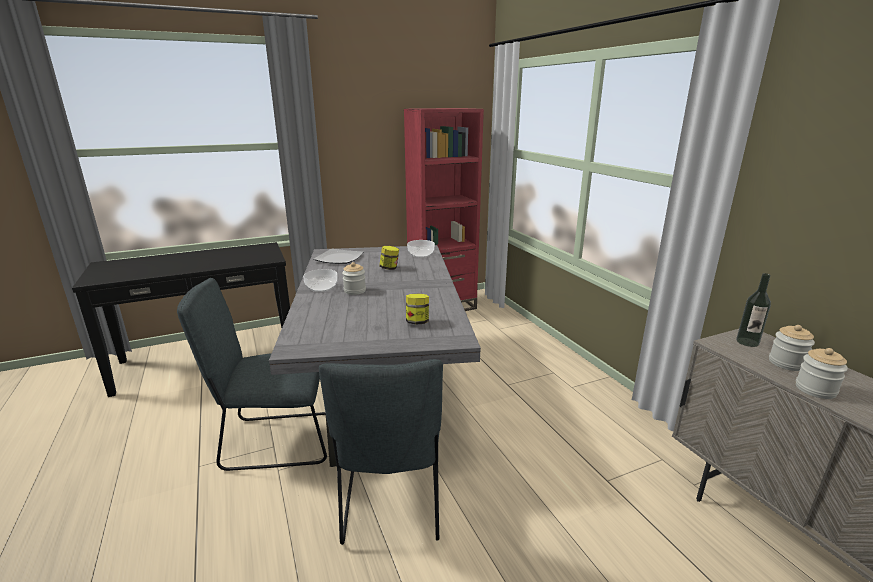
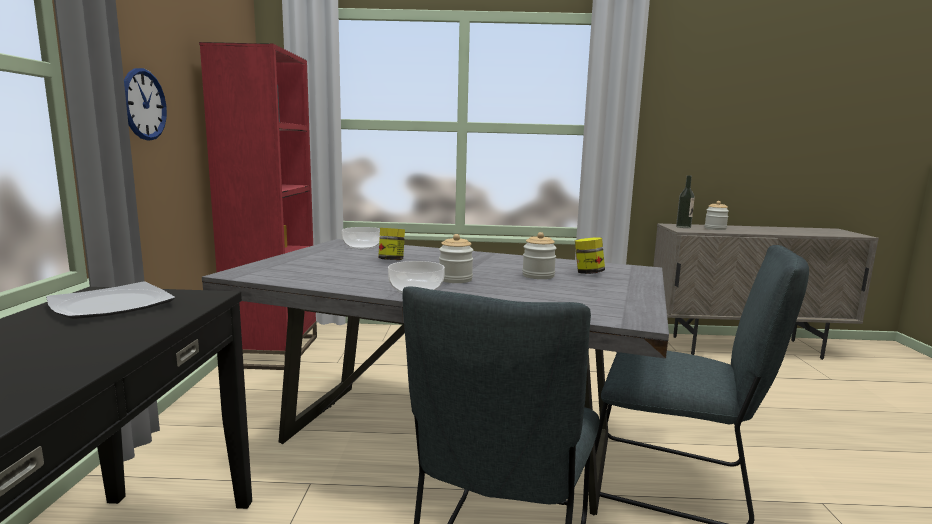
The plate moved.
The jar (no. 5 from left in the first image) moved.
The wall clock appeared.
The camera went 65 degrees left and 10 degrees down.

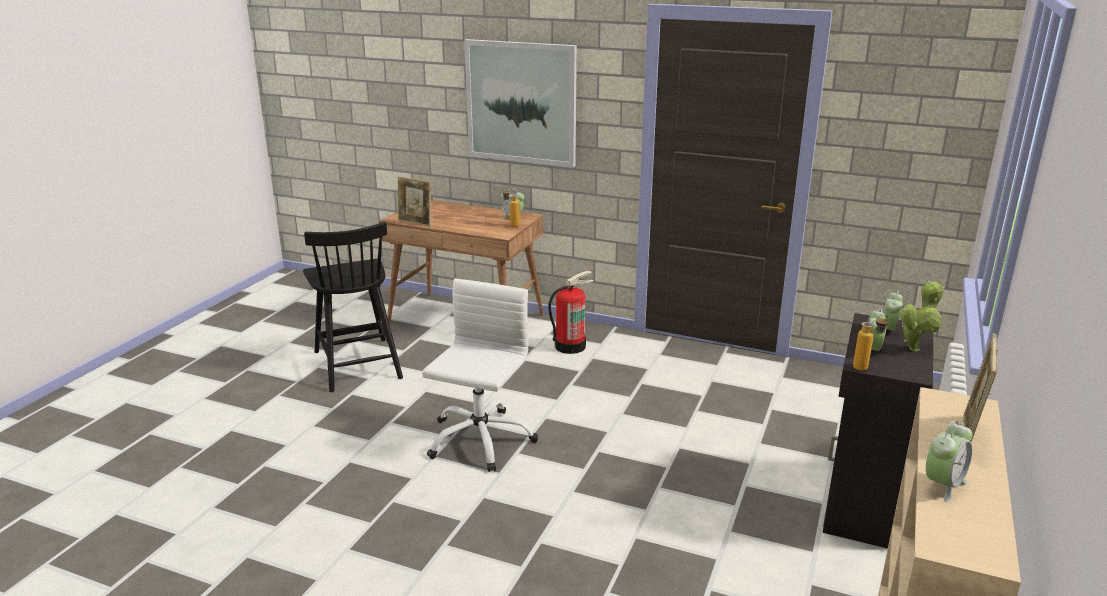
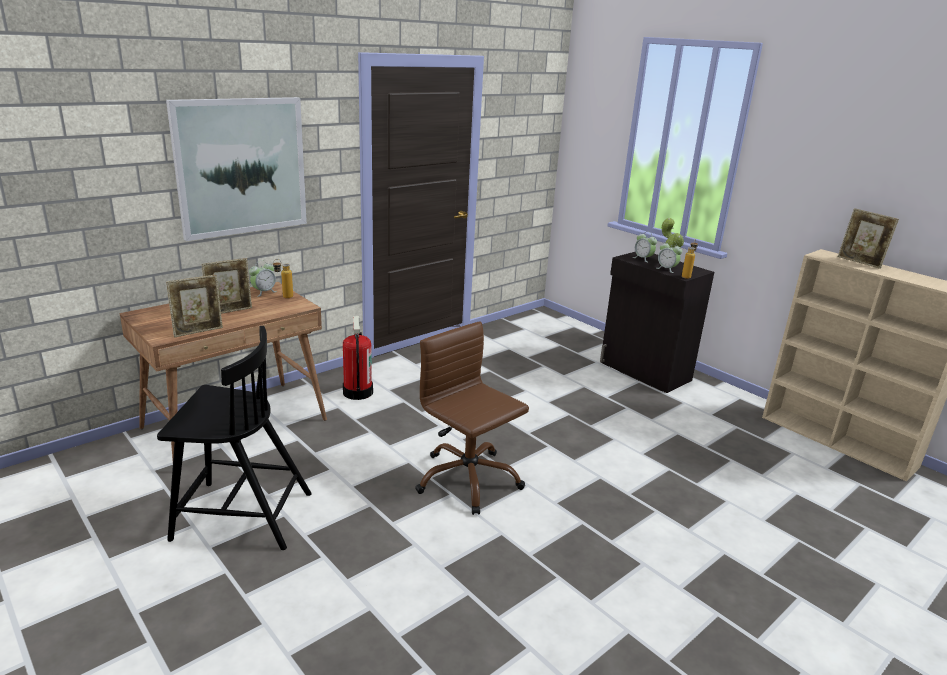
The white office chair became the brown office chair.
The alarm clock (no. 4 from left) disappeared.
The picture frame (no. 2 from left) appeared.
The camera went 65 degrees left and 0 degrees up.

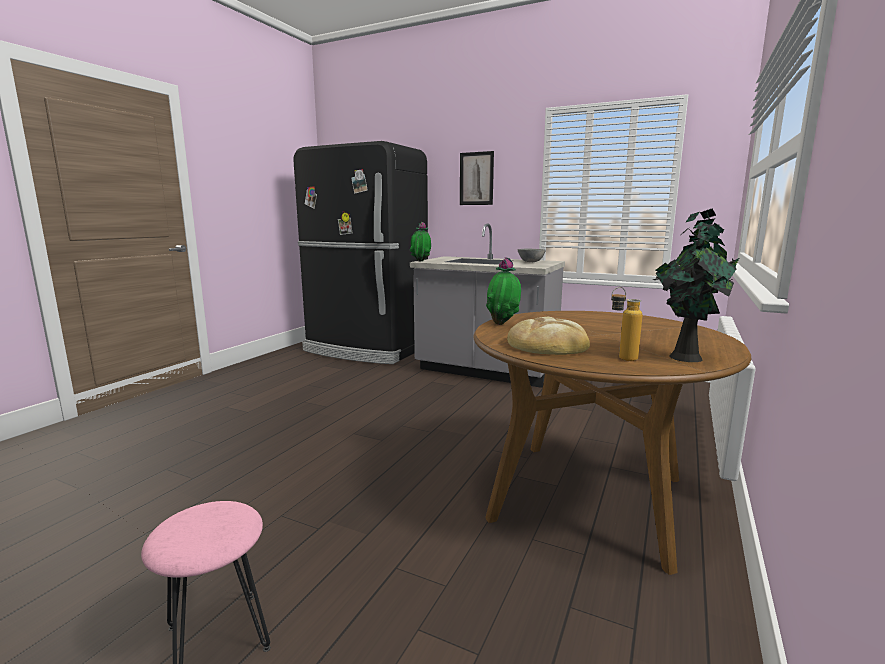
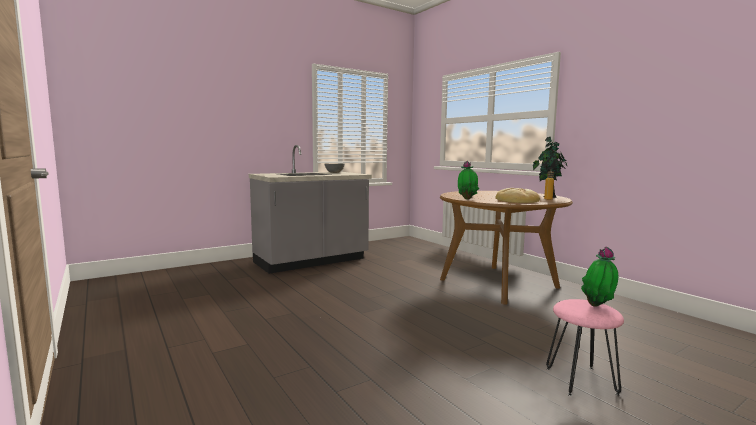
The black fridge disappeared.
The potted plant (no. 1 from left in the first image) moved.
The picture disappeared.
The camera went 60 degrees left and 5 degrees down.

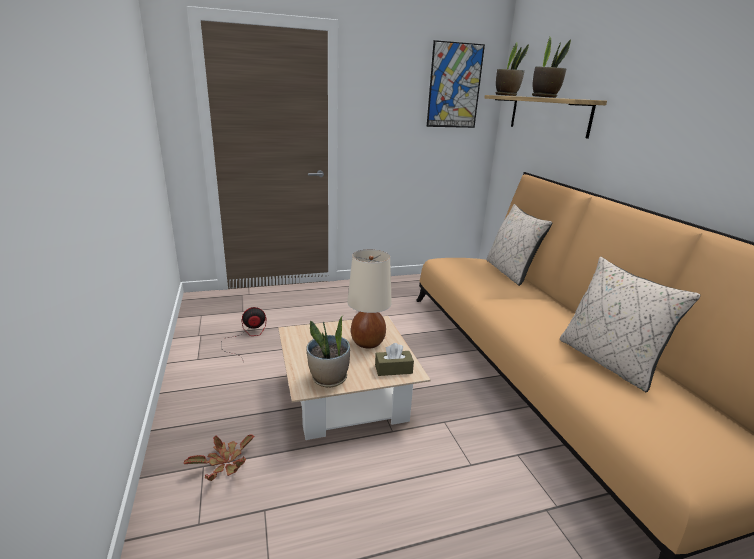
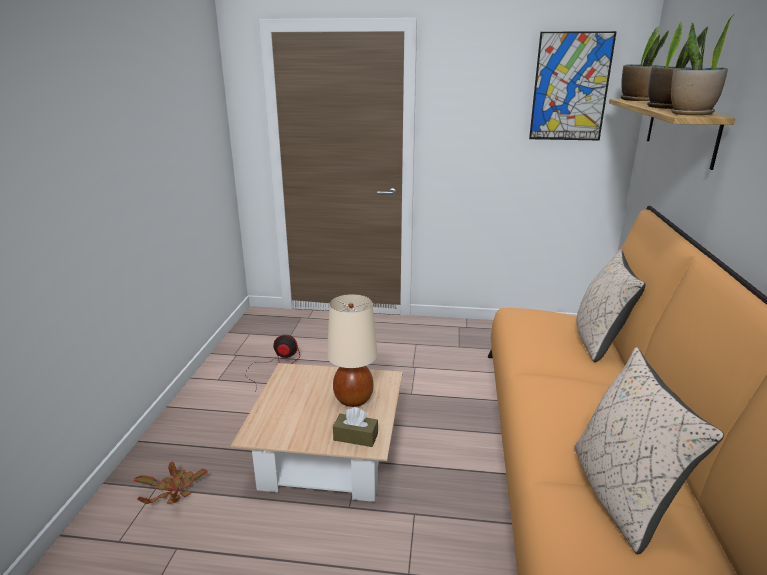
The potted plant (no. 2 from left in the first image) moved.
The camera went 25 degrees right and 0 degrees up.

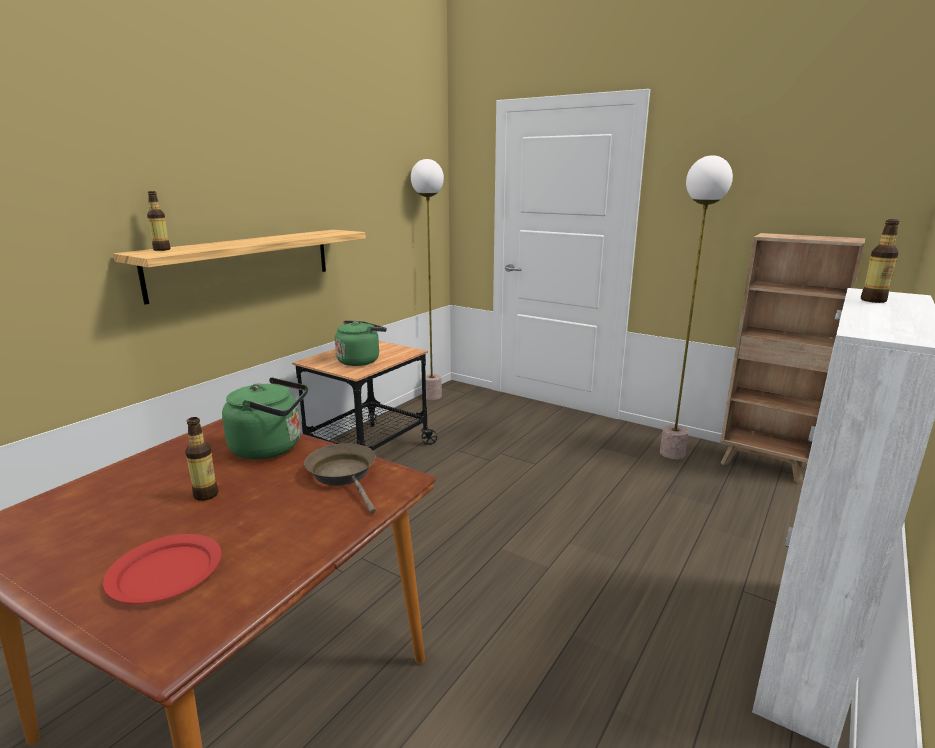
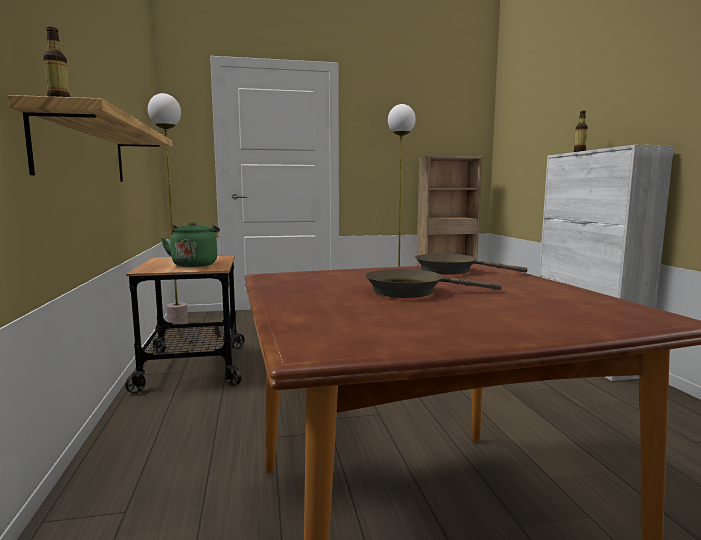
The red plate disappeared.
The bottle (no. 2 from left) was replaced by the brown frying pan (no. 1 from left).
The green kettle (no. 1 from left) disappeared.
The camera went 45 degrees left and 10 degrees down.

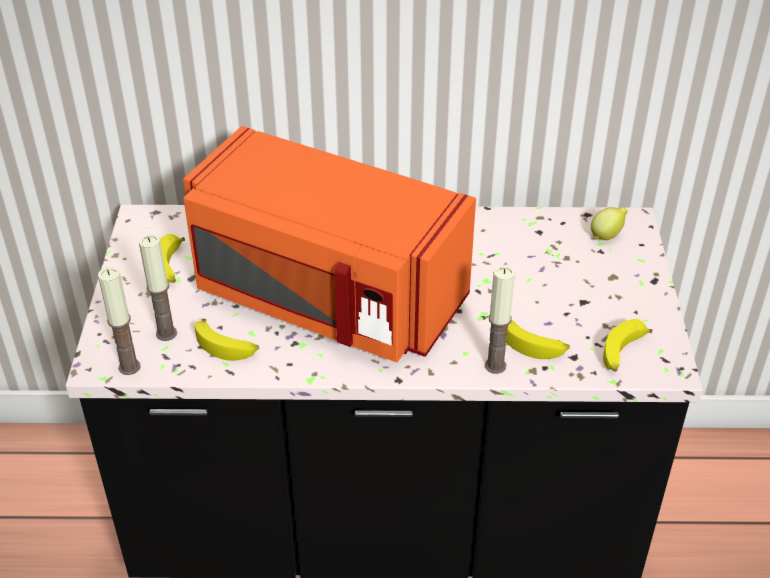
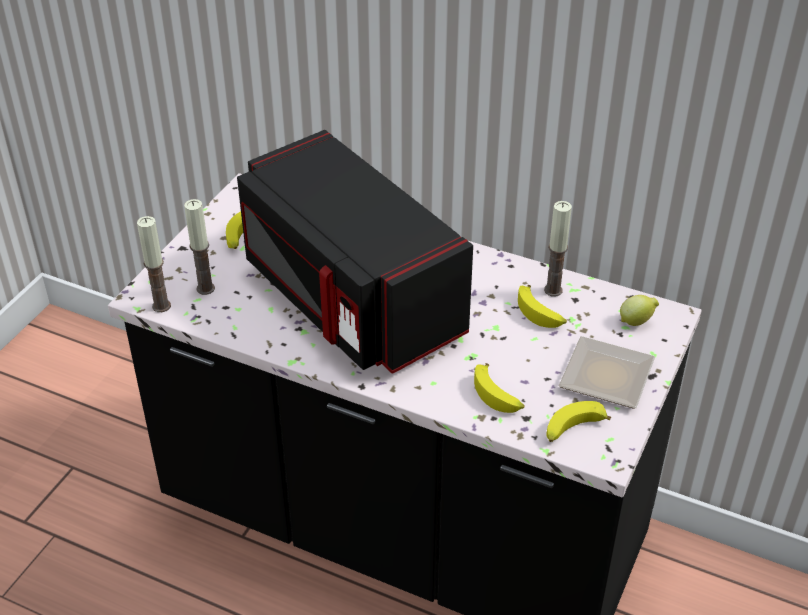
The orange microwave became the black microwave.
The banana (no. 2 from left in the first image) moved.
The candle (no. 3 from left) moved.
The plate appeared.
The camera went 25 degrees right and 0 degrees up.

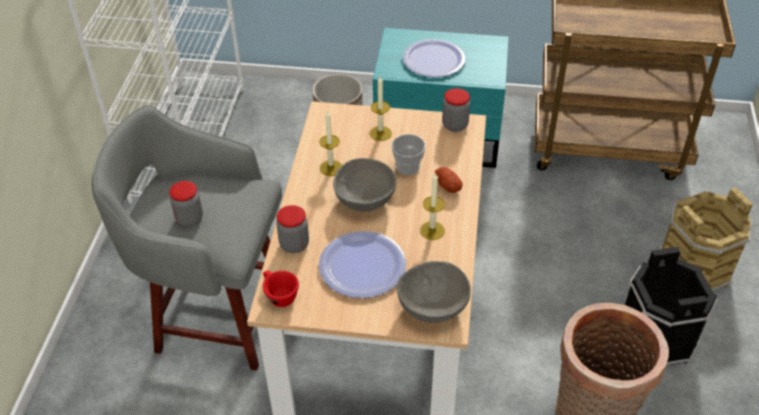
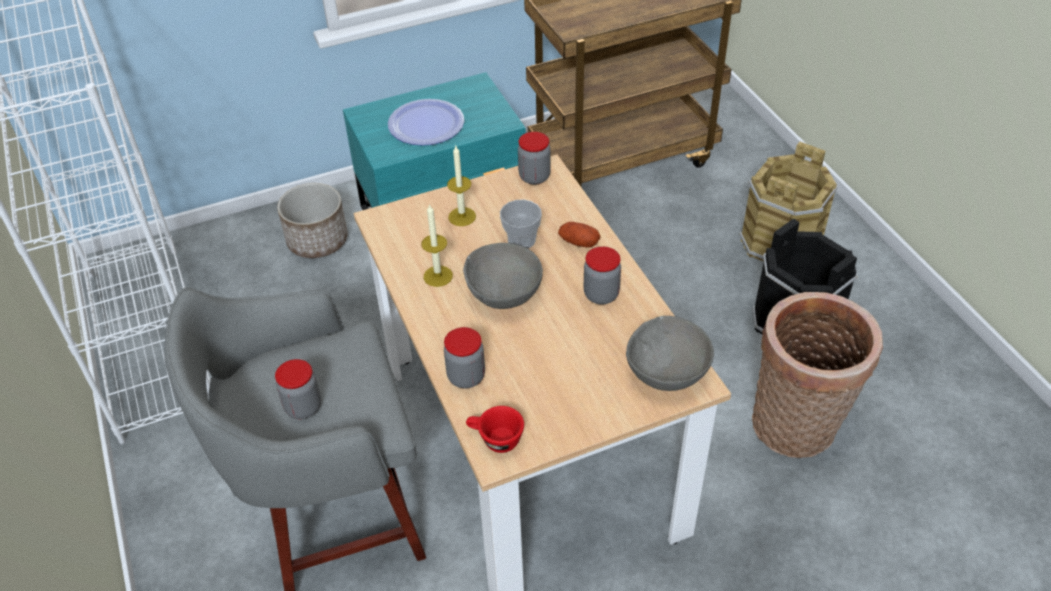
The plate (no. 1 from left) disappeared.
The candle (no. 3 from left) was replaced by the jar (no. 4 from left).
The camera went 30 degrees left and 0 degrees up.

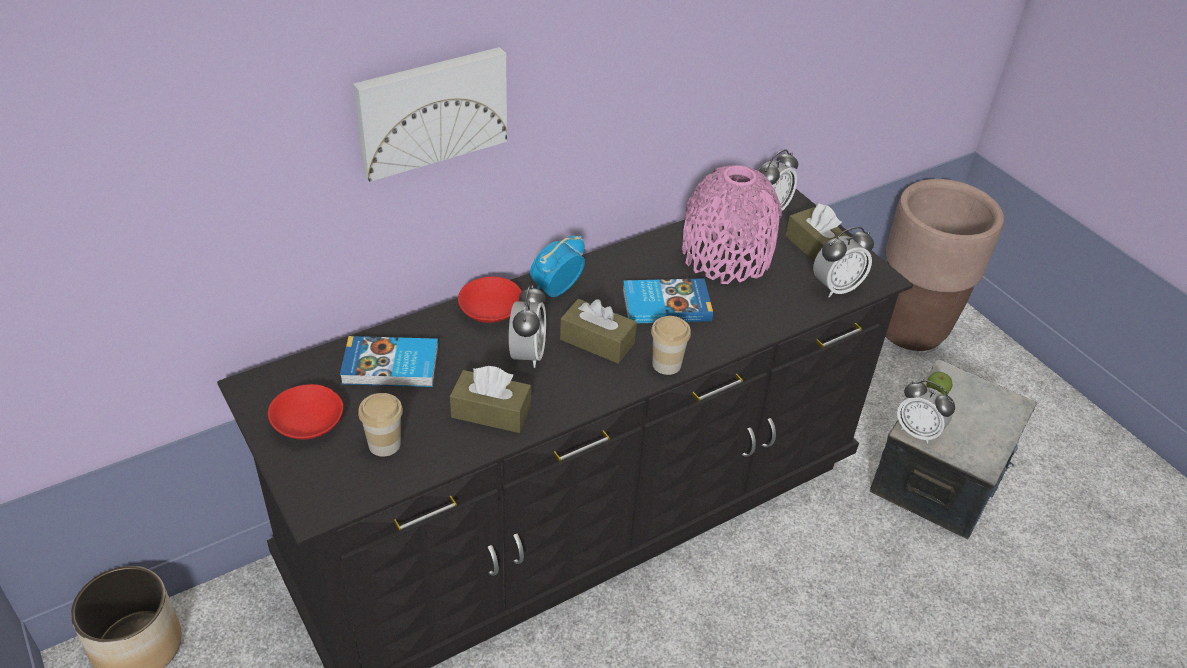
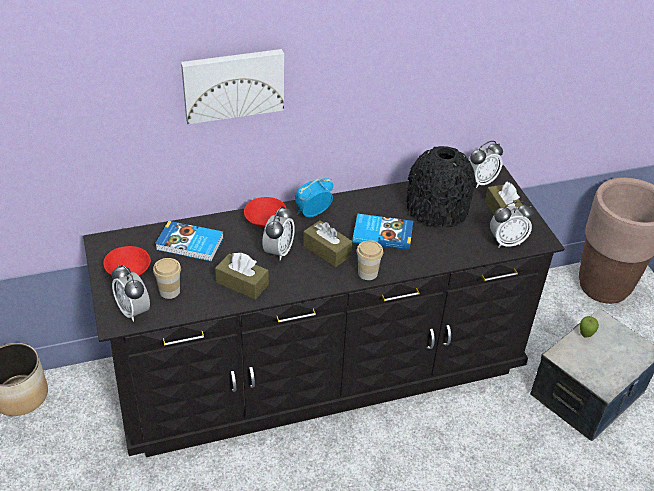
The pink vase became the black vase.
The alarm clock (no. 5 from left in the first image) moved.
The camera went 15 degrees right and 0 degrees up.

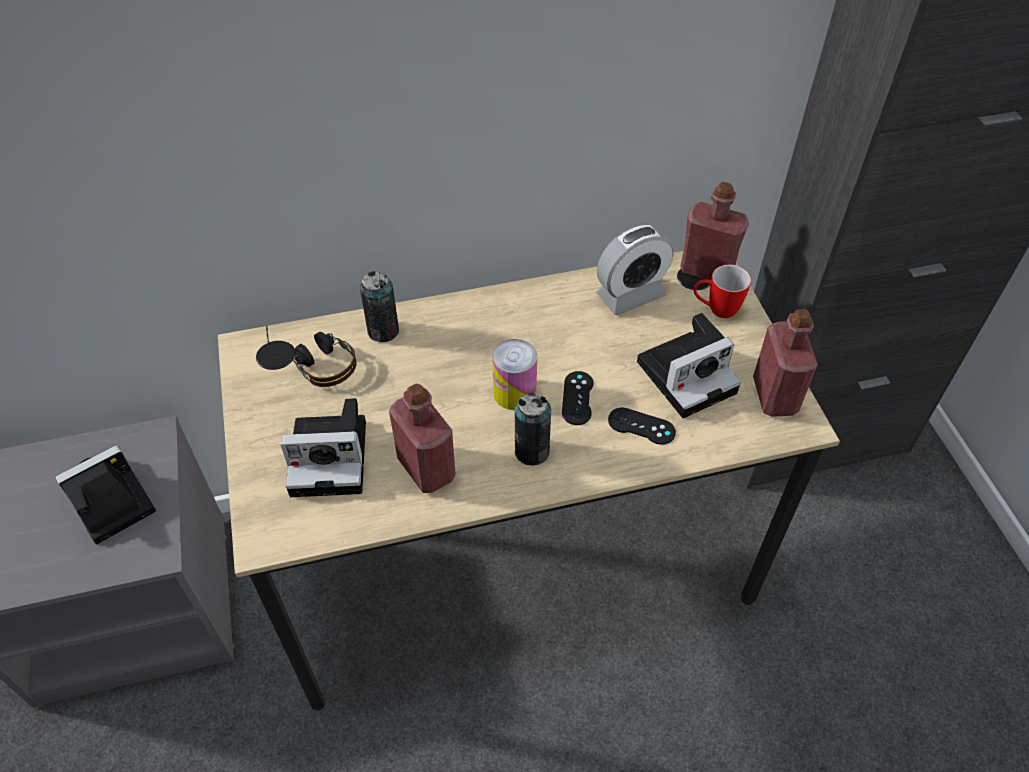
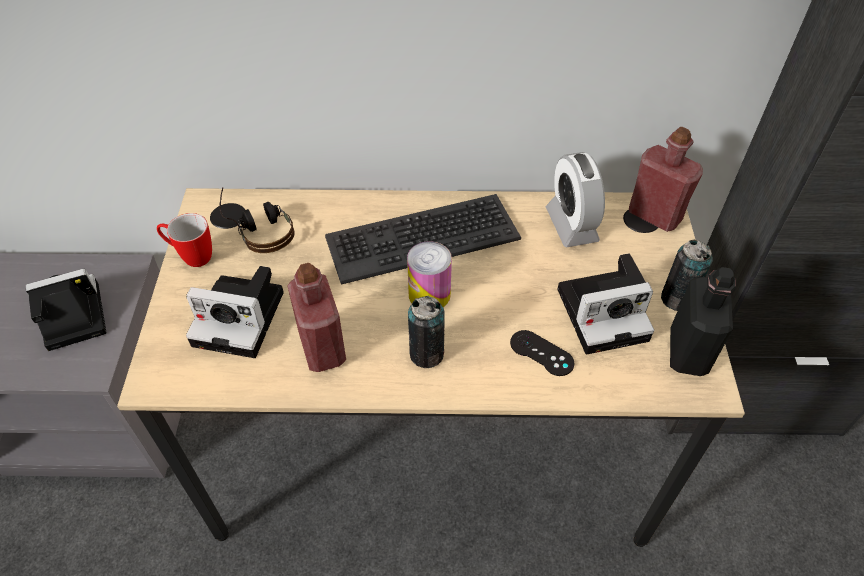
The can (no. 1 from left in the first image) moved.
The black game controller (no. 1 from left) disappeared.
The alarm clock turned 90 degrees clockwise.
The mug moved.
The red bottle (no. 3 from left) became the black bottle.
The keyboard appeared.
The camera went 15 degrees right and 0 degrees up.

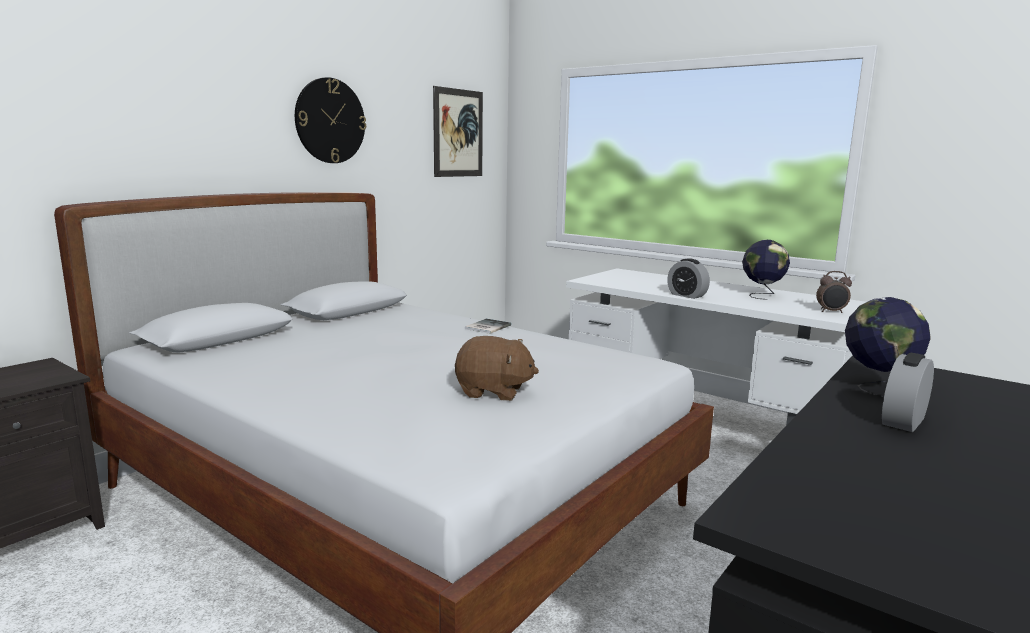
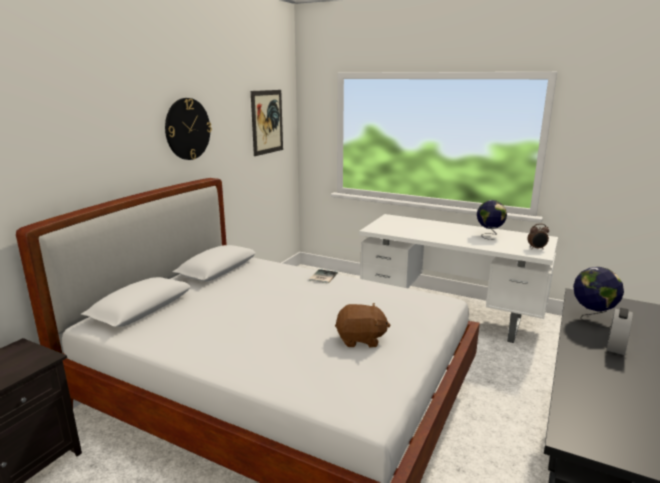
The alarm clock (no. 1 from left) disappeared.
The camera went 10 degrees left and 5 degrees up.

